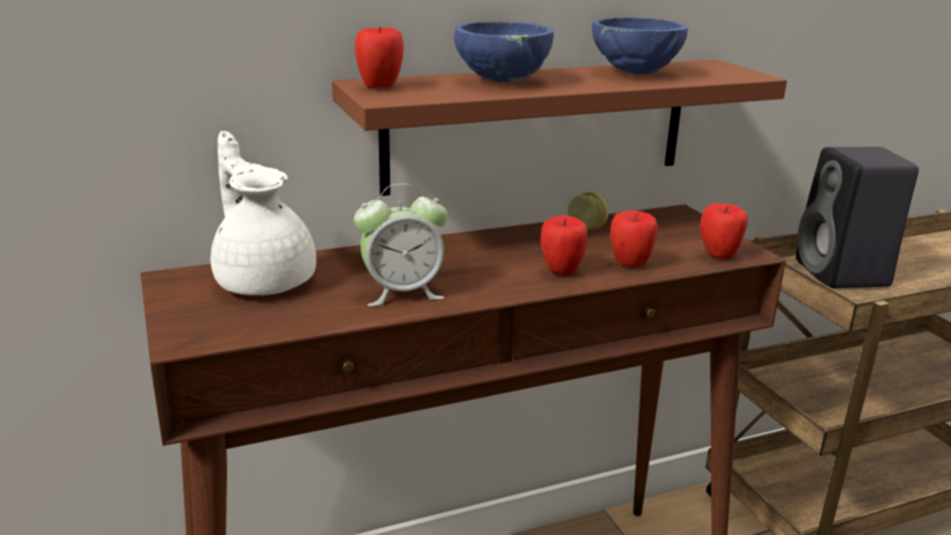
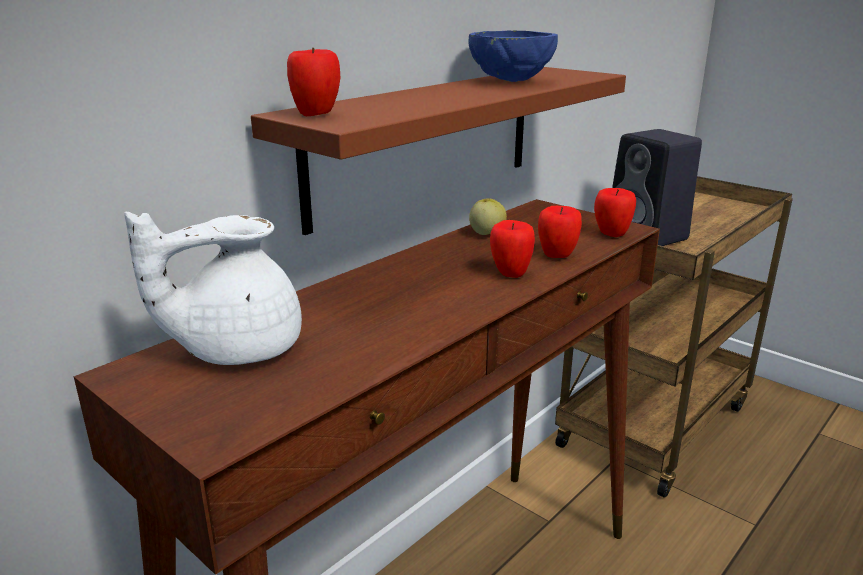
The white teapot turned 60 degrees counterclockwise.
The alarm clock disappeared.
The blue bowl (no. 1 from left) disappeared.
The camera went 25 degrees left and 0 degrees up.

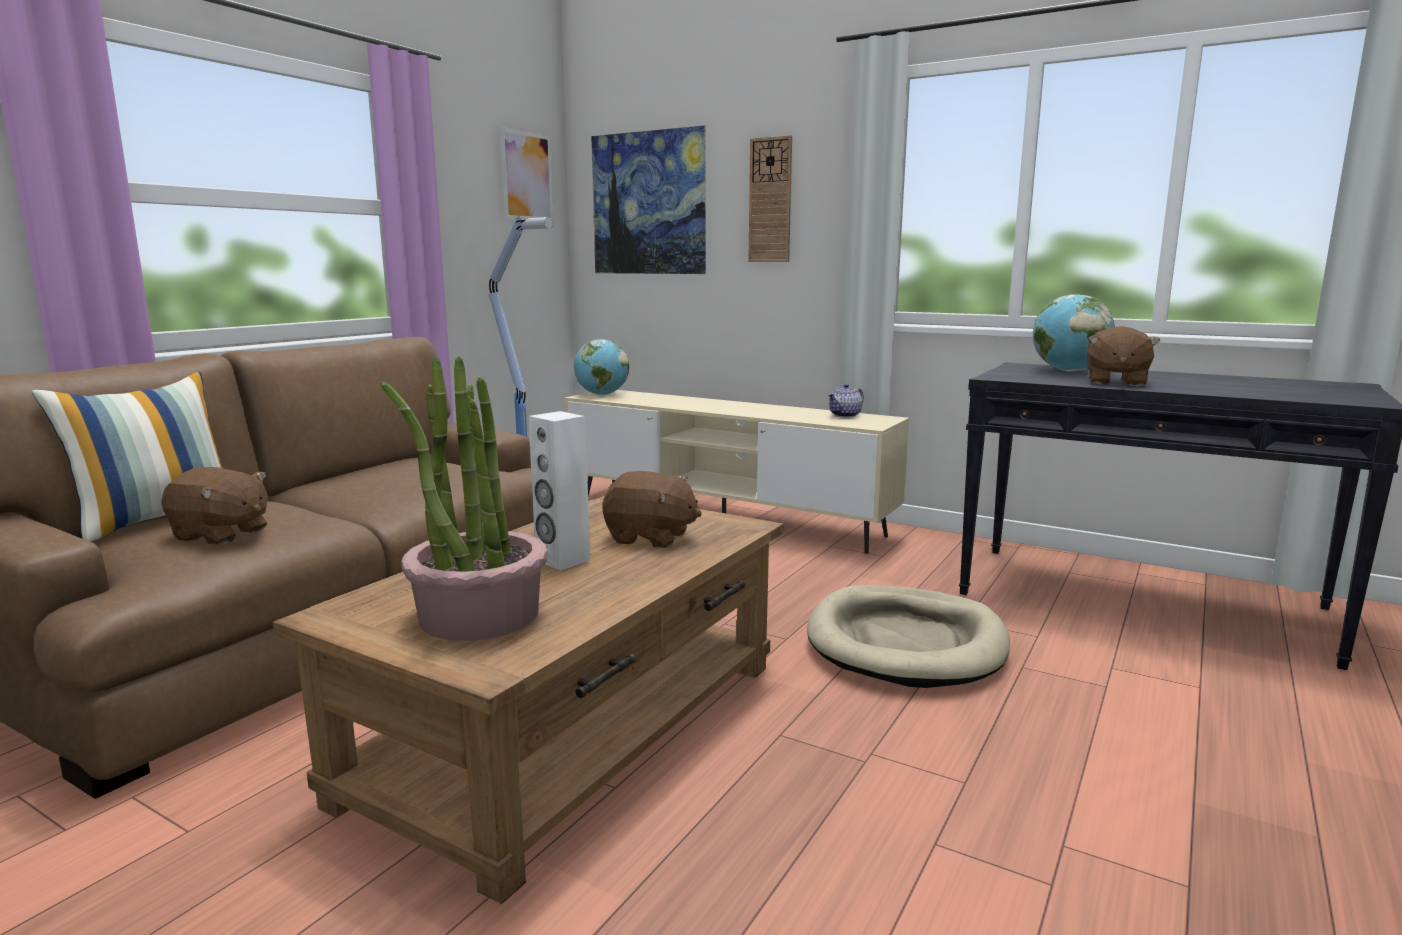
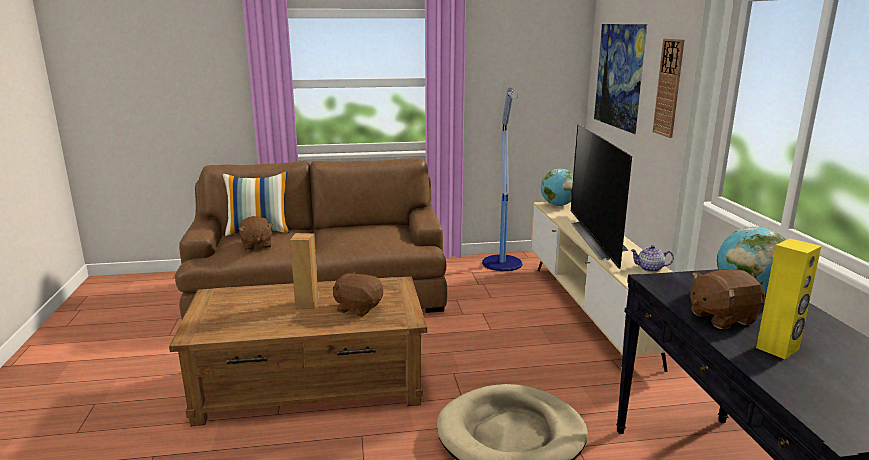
The potted plant disappeared.
The picture (no. 1 from left) disappeared.
The white speaker became the brown speaker.
The brown plush toy (no. 2 from left) turned 135 degrees clockwise.
The television appeared.
The yellow speaker appeared.
The camera went 50 degrees right and 5 degrees up.

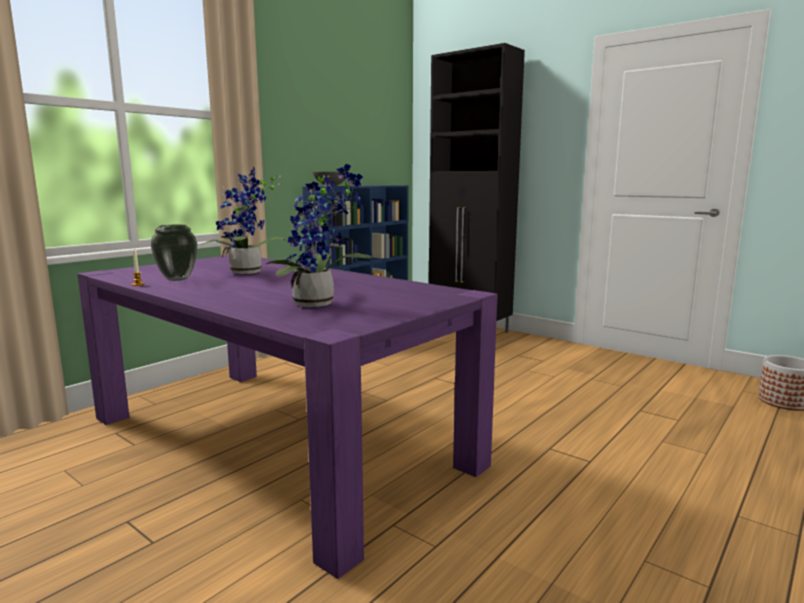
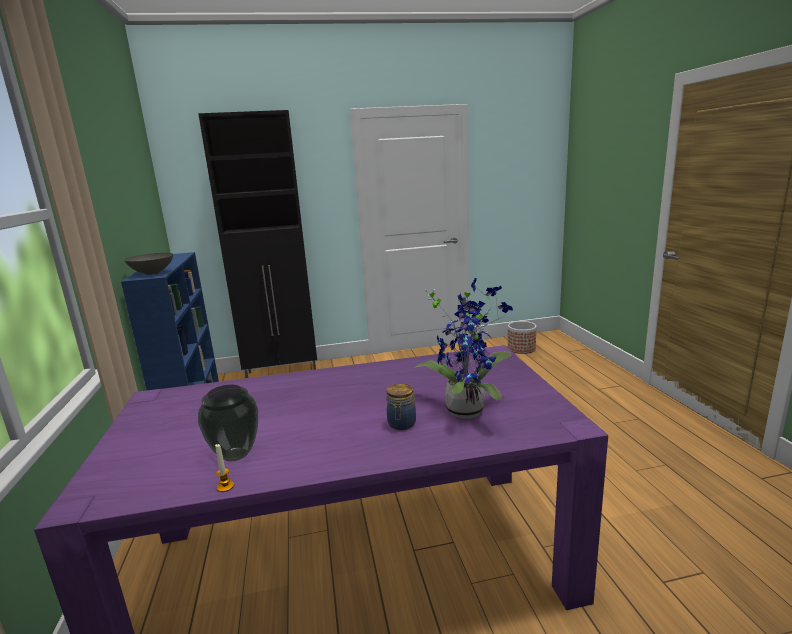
The potted plant (no. 1 from left) disappeared.
The jar appeared.
The camera went 50 degrees left and 5 degrees up.

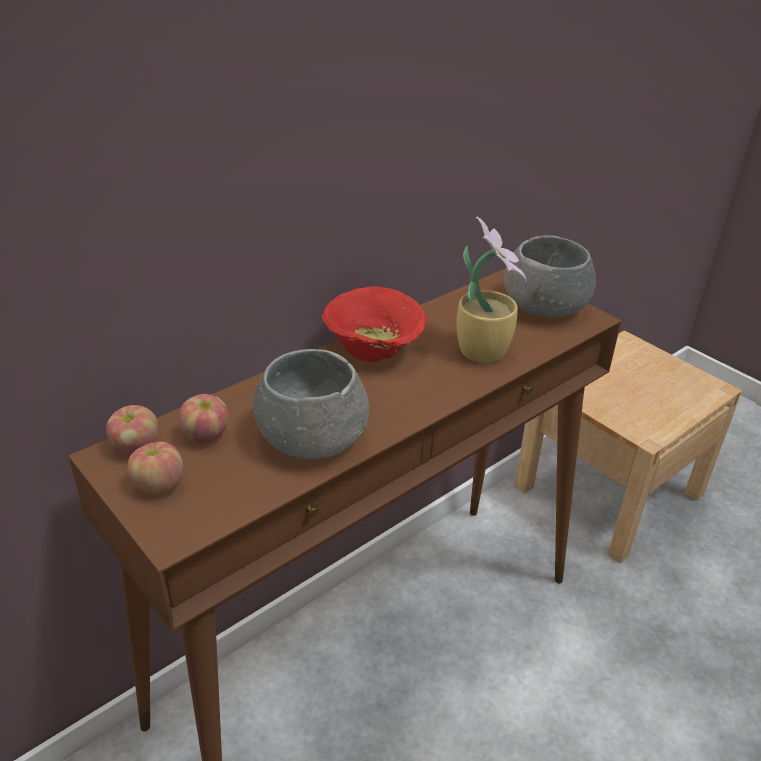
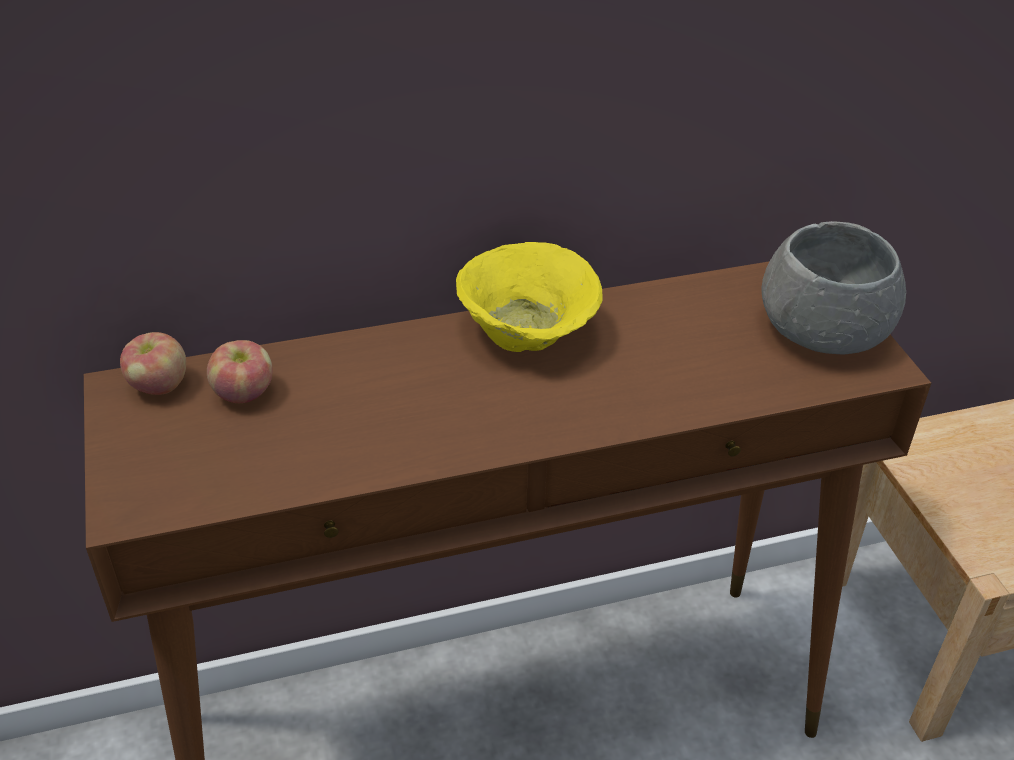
The apple (no. 2 from left) disappeared.
The grey bowl (no. 1 from left) disappeared.
The red bowl became the yellow bowl.
The potted plant disappeared.
The camera went 25 degrees right and 5 degrees up.

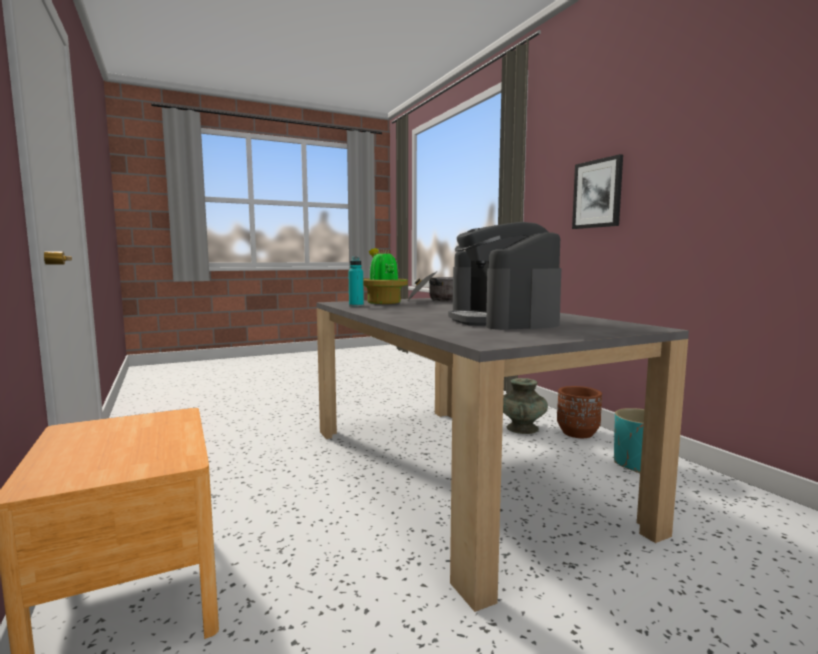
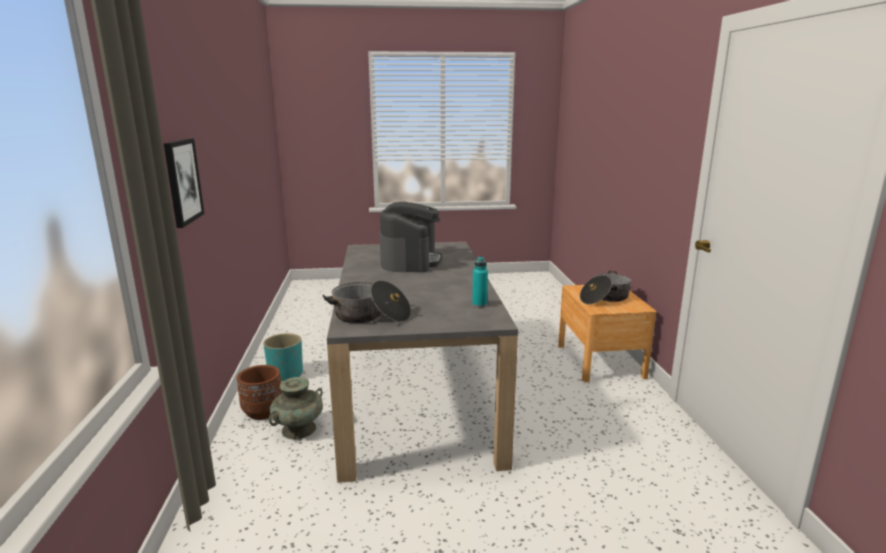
The potted plant disappeared.
The cooking pot (no. 2 from left) appeared.
The camera went 160 degrees left and 10 degrees up.

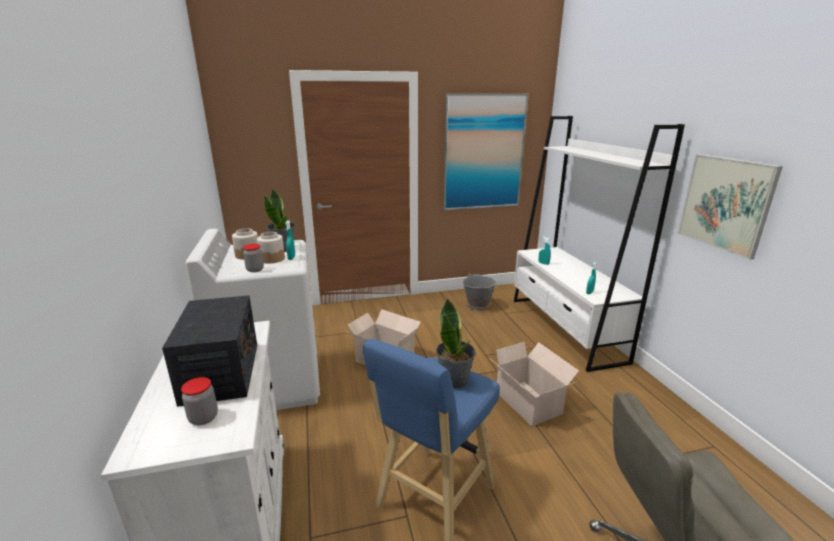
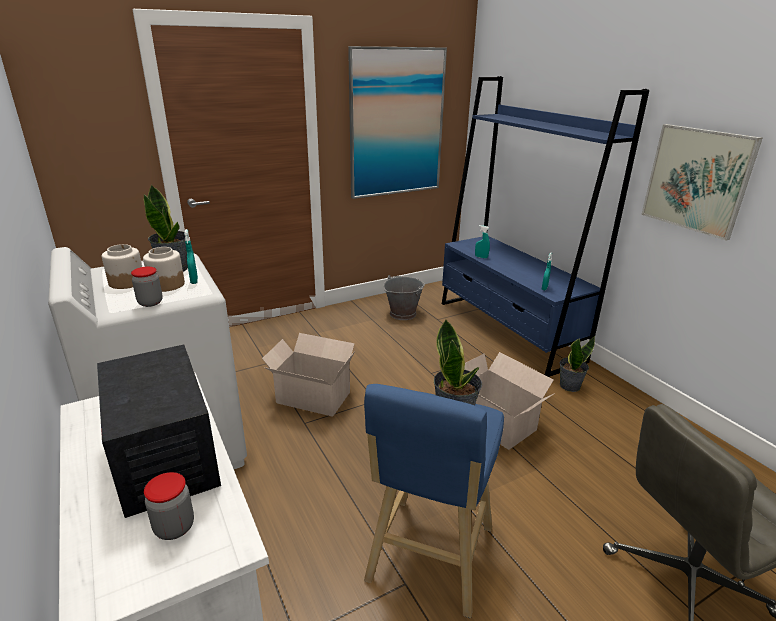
The white bookcase became the blue bookcase.
The potted plant (no. 3 from left) appeared.
The camera went 15 degrees left and 5 degrees up.

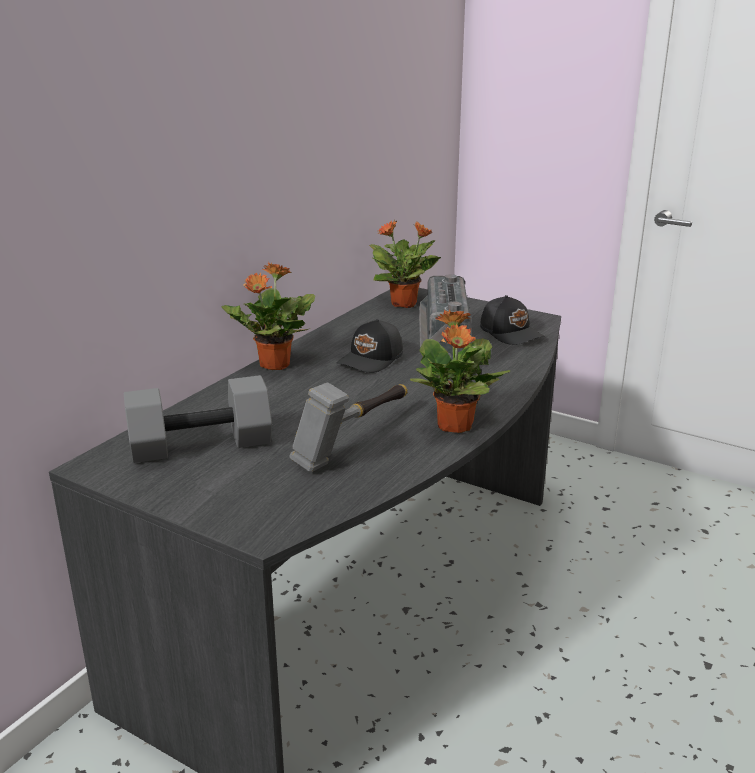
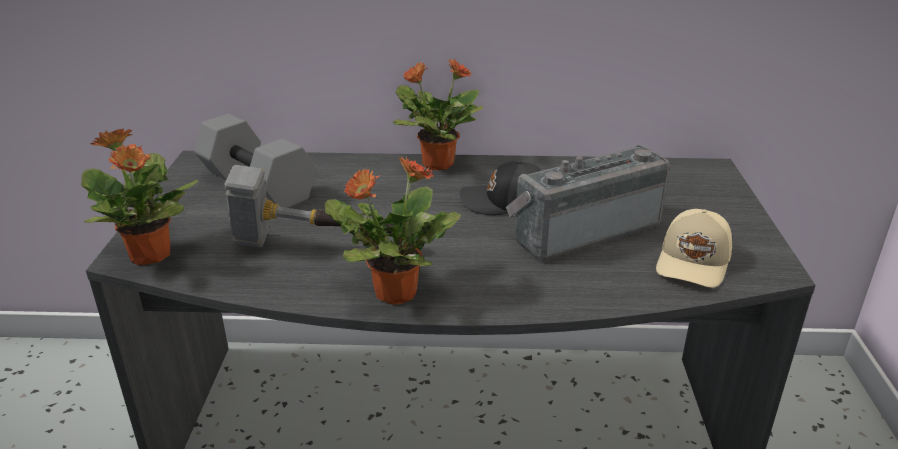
The potted plant (no. 2 from left in the first image) moved.
The black cap (no. 2 from left) became the beige cap.
The camera went 60 degrees right and 5 degrees up.

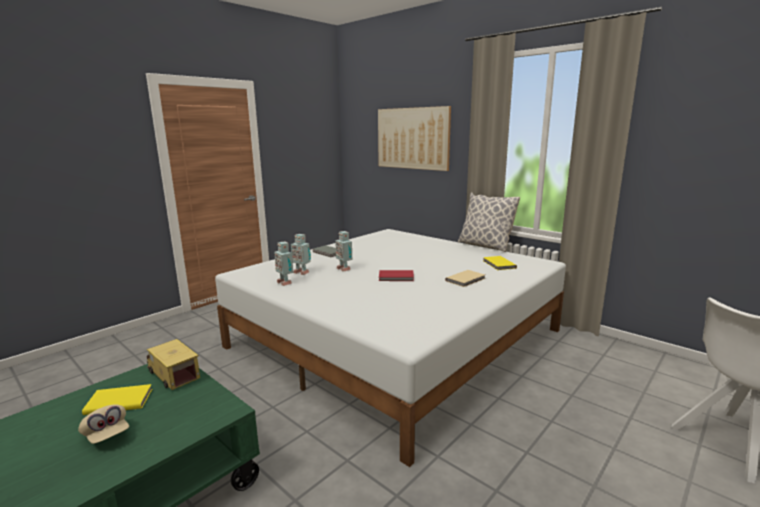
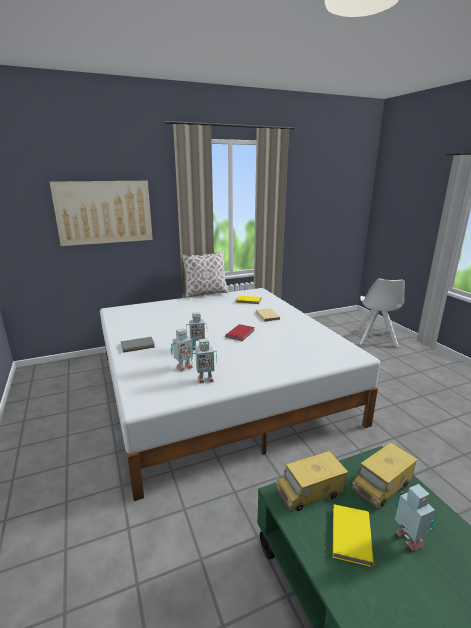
The beige cap was replaced by the toy robot (no. 4 from left).
The toy truck (no. 2 from left) appeared.
The camera went 65 degrees left and 5 degrees up.

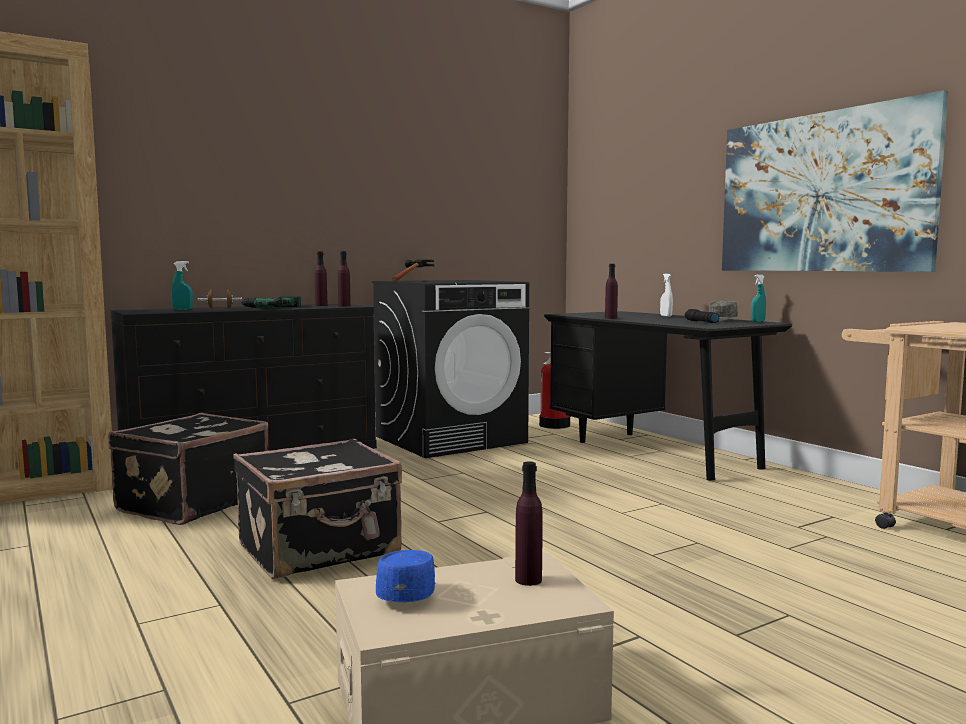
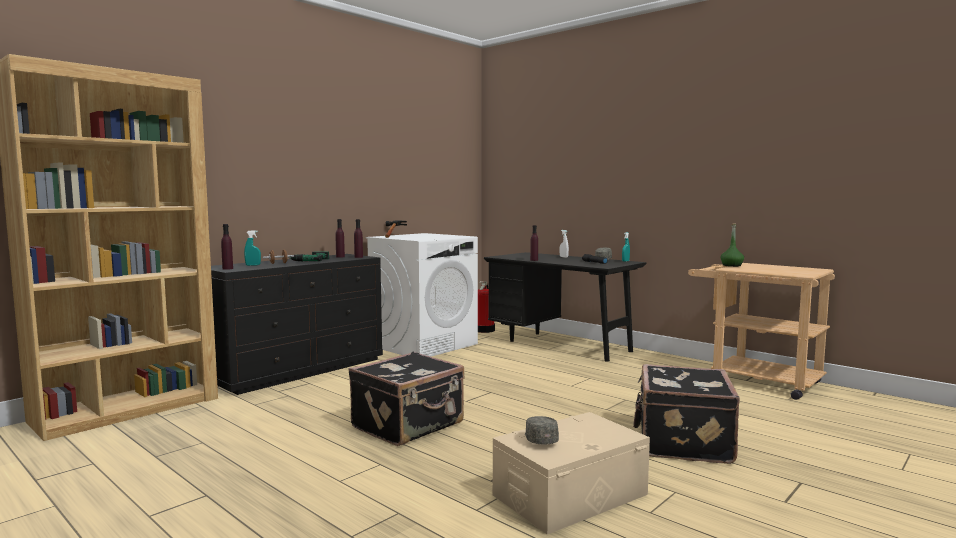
The black suitcase (no. 1 from left in the first image) moved.
The black washing machine became the white washing machine.
The blue cap became the grey cap (no. 1 from left).
The purple bottle (no. 3 from left in the first image) moved.
The picture disappeared.
The green bottle appeared.
The camera went 15 degrees left and 0 degrees up.

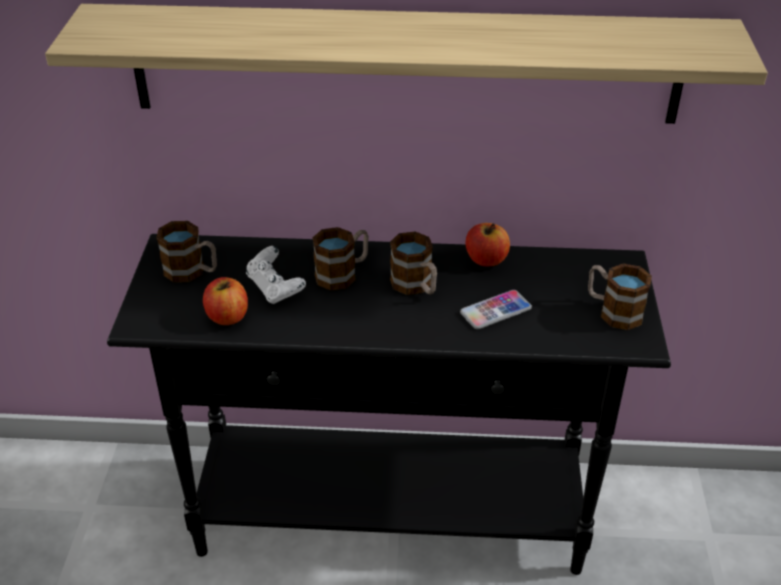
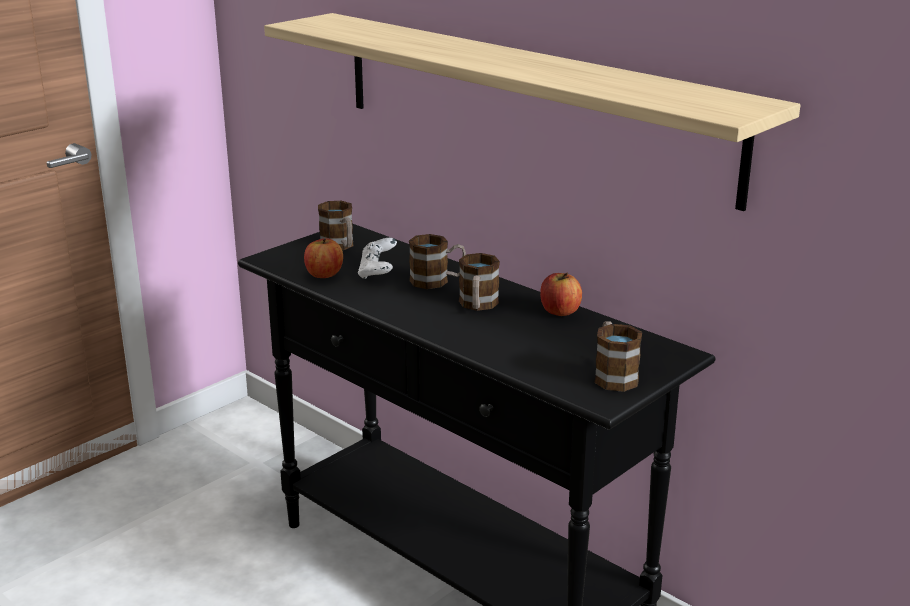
The phone disappeared.
The camera went 40 degrees right and 15 degrees down.

